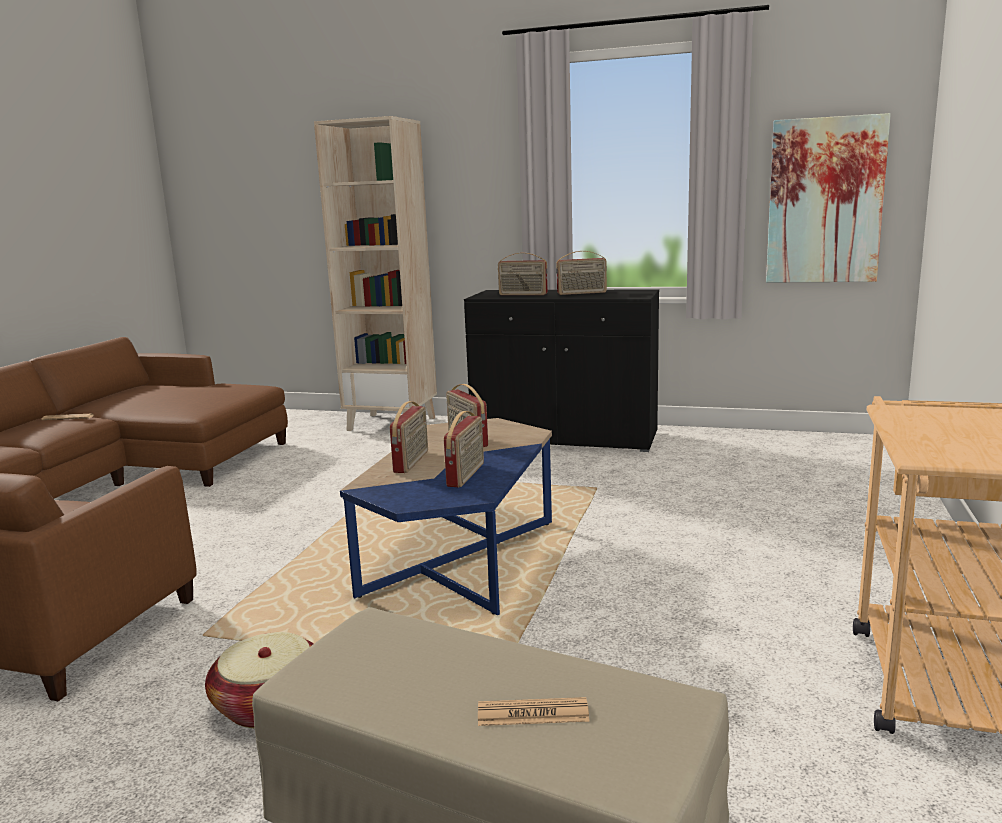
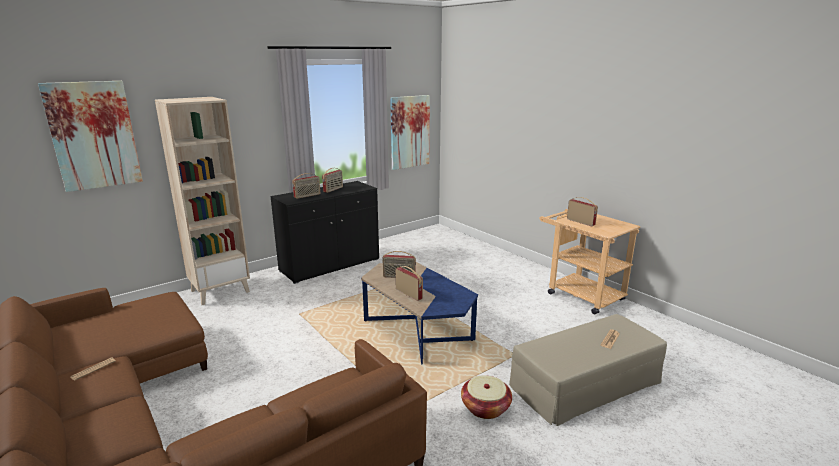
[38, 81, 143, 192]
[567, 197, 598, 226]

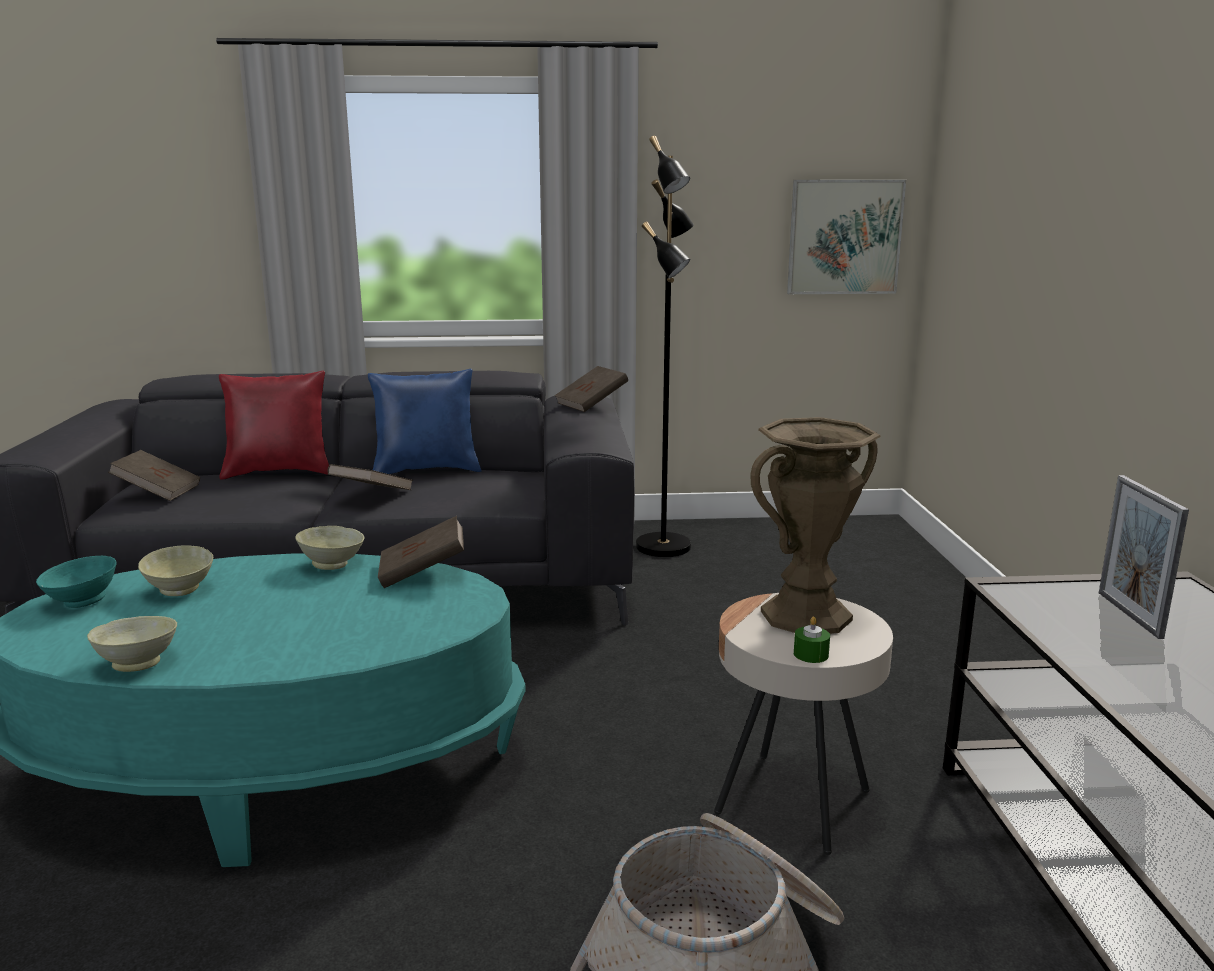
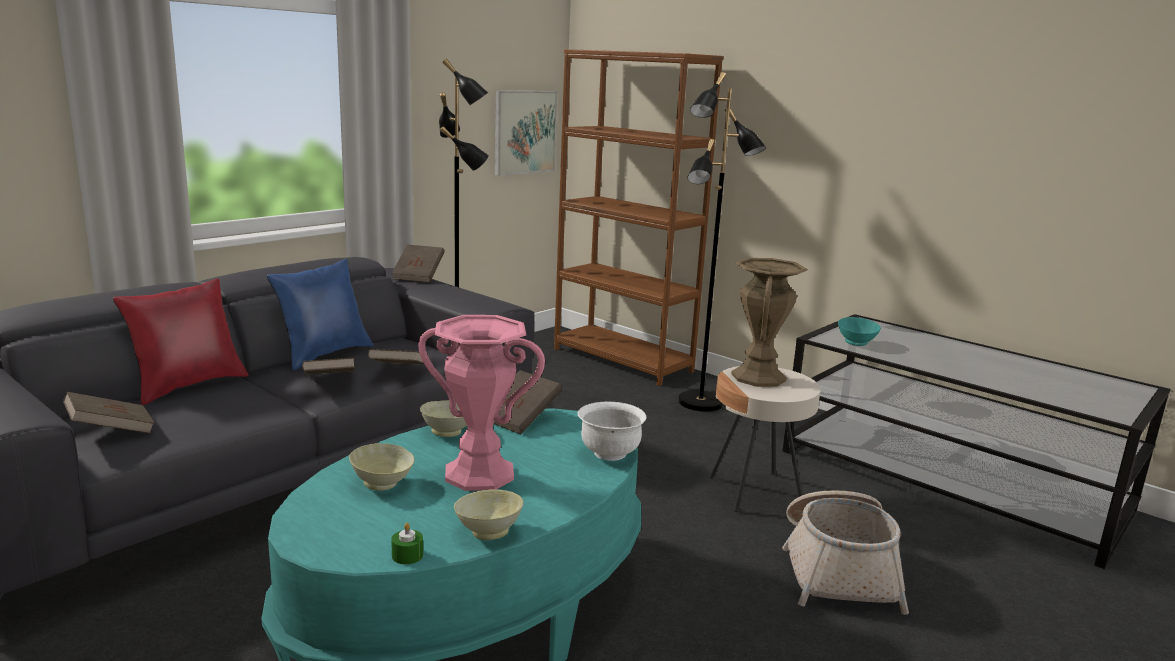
[368, 349, 429, 365]
[391, 523, 423, 564]
[418, 315, 545, 491]
[554, 49, 724, 386]
[577, 401, 647, 461]
[678, 72, 766, 412]
[838, 317, 881, 346]
[1099, 475, 1189, 639] (first image)

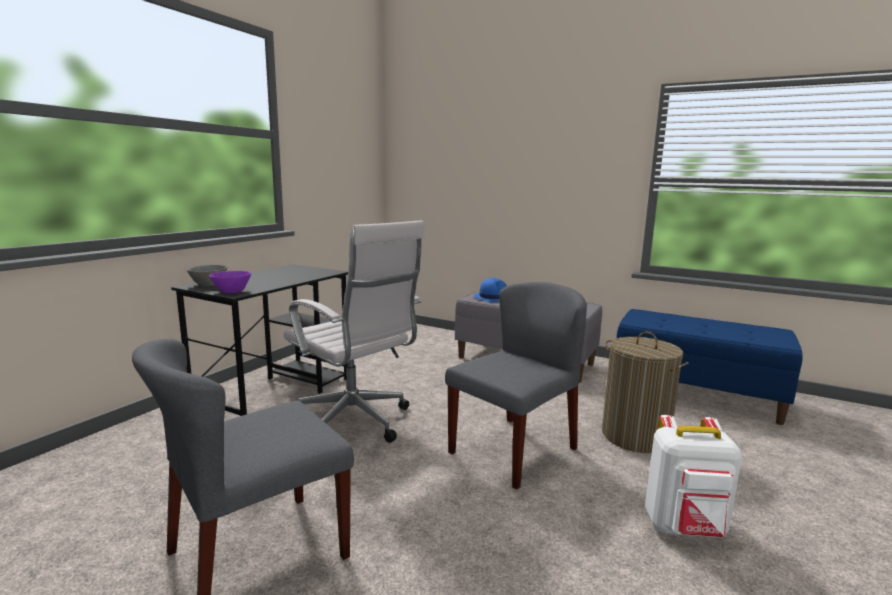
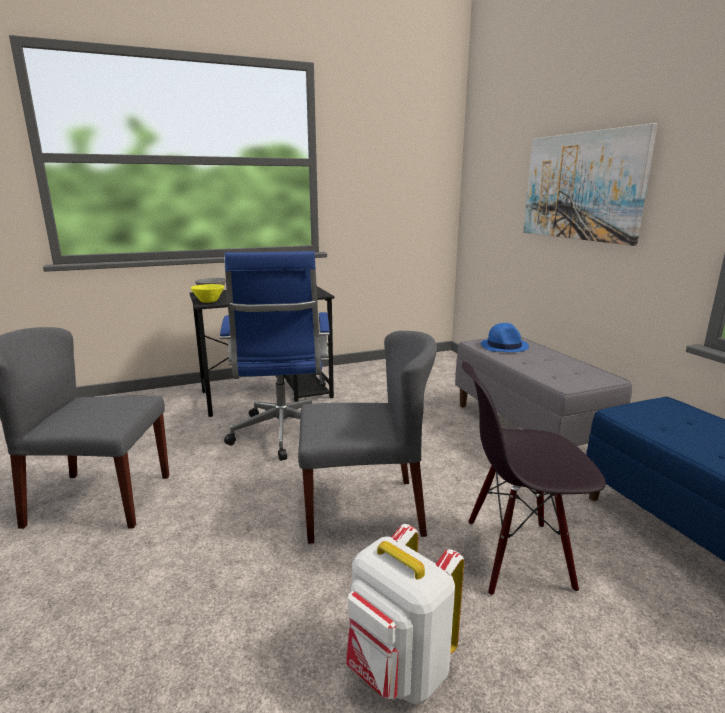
[191, 284, 224, 303]
[220, 251, 330, 461]
[462, 362, 606, 596]
[523, 123, 658, 246]

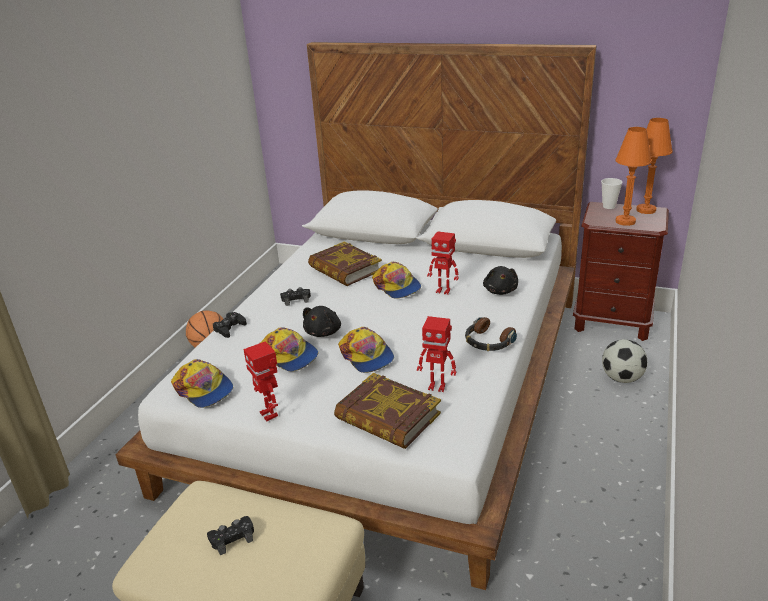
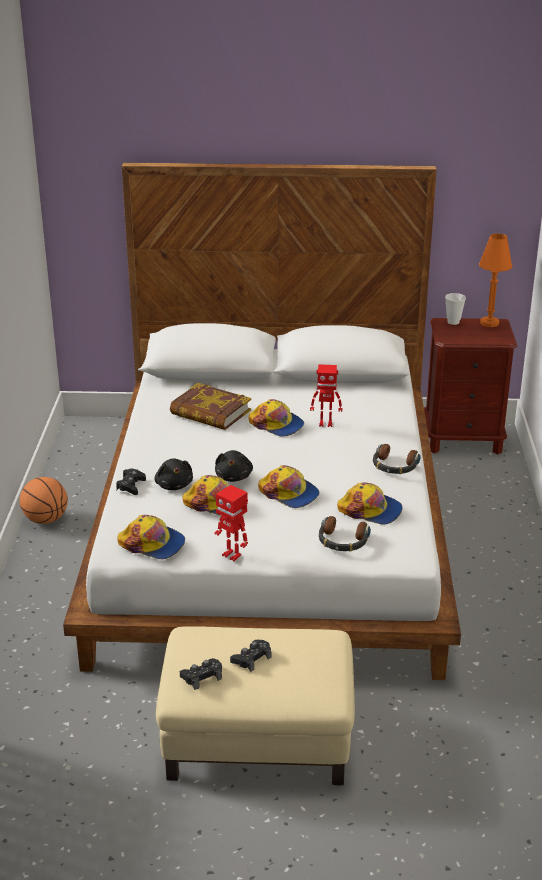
[154, 459, 193, 490]
[180, 658, 222, 690]
[319, 516, 371, 552]
[337, 482, 403, 525]
[602, 339, 647, 383] (first image)
[615, 127, 652, 226] (first image)

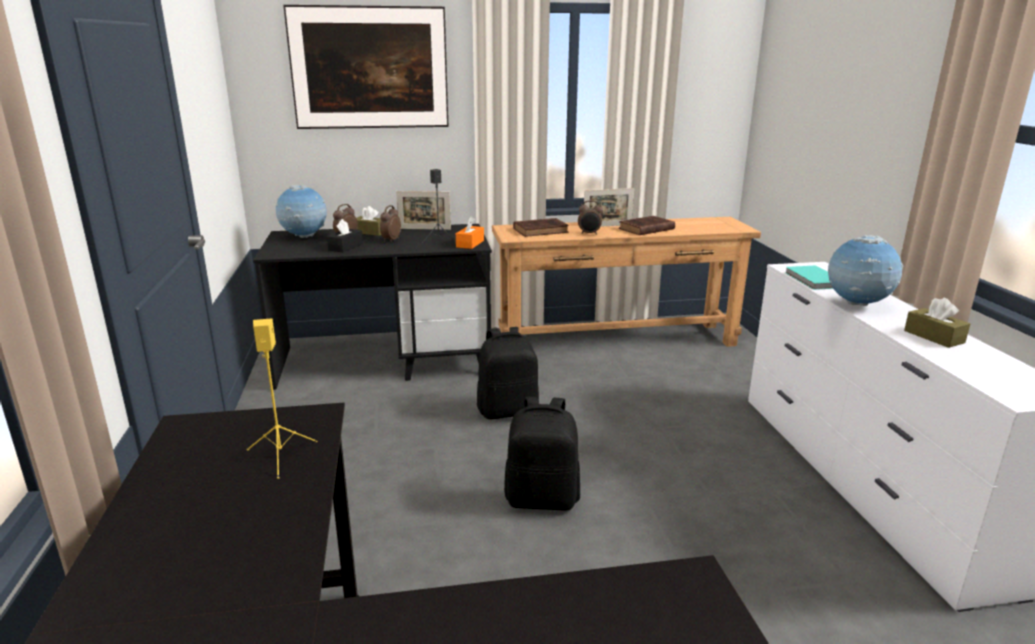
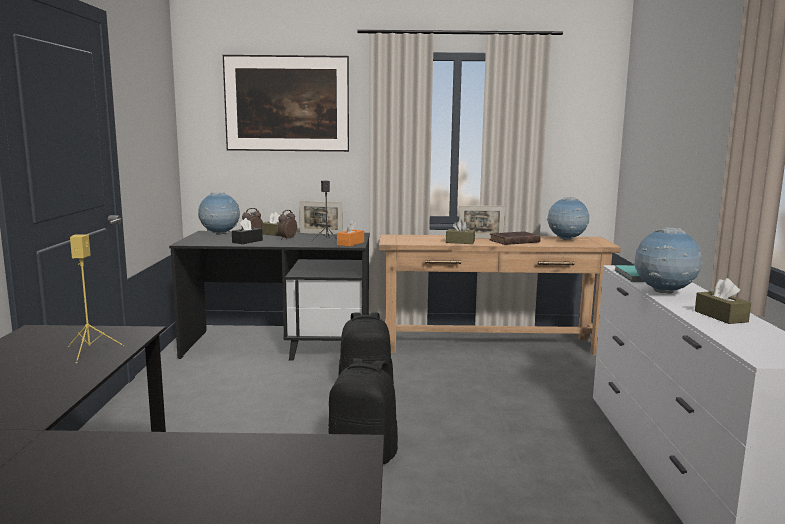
[446, 219, 475, 244]
[547, 197, 589, 240]
[513, 218, 569, 237] (first image)

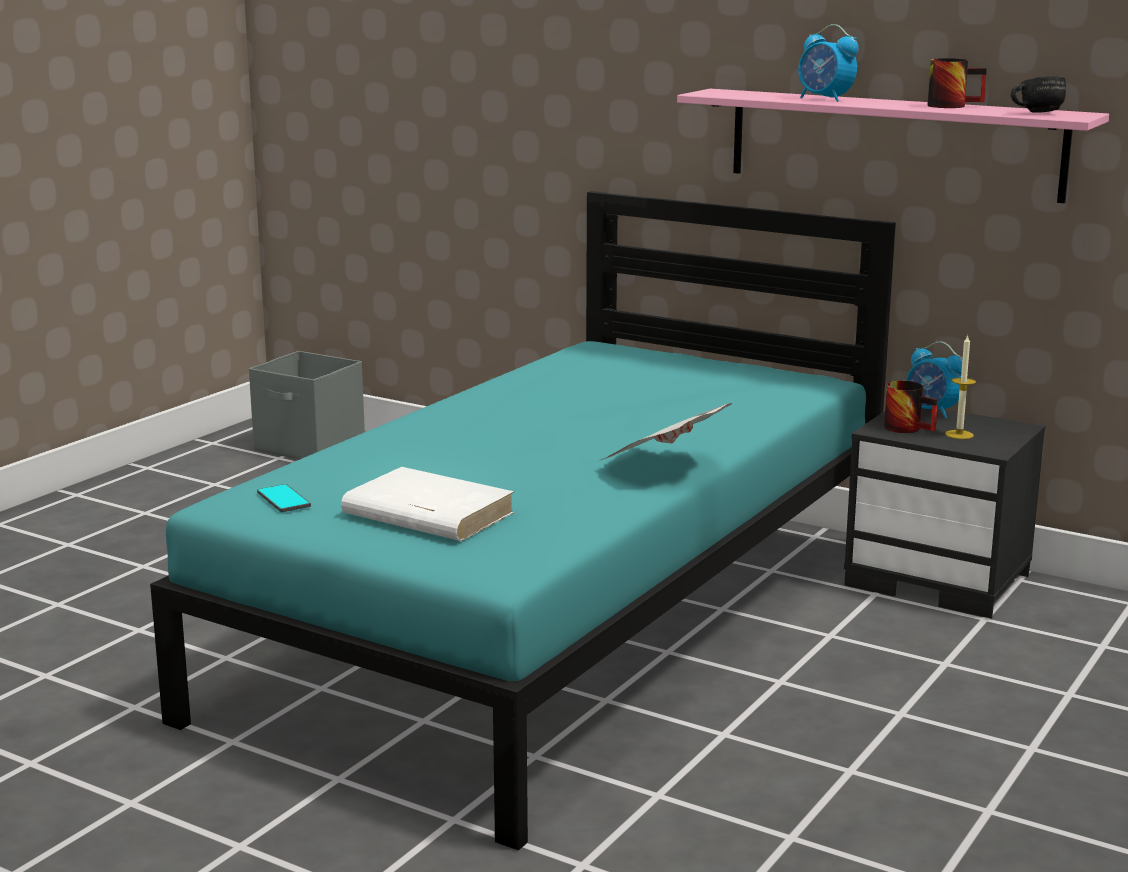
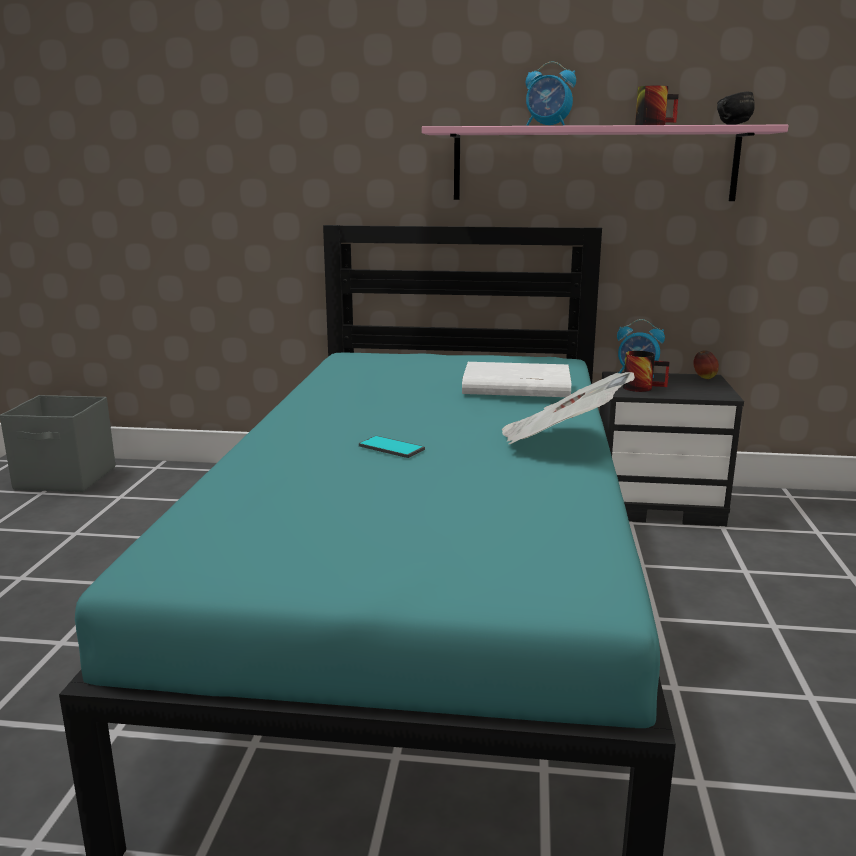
[359, 436, 425, 458]
[462, 362, 571, 397]
[693, 351, 719, 379]
[945, 335, 976, 439] (first image)

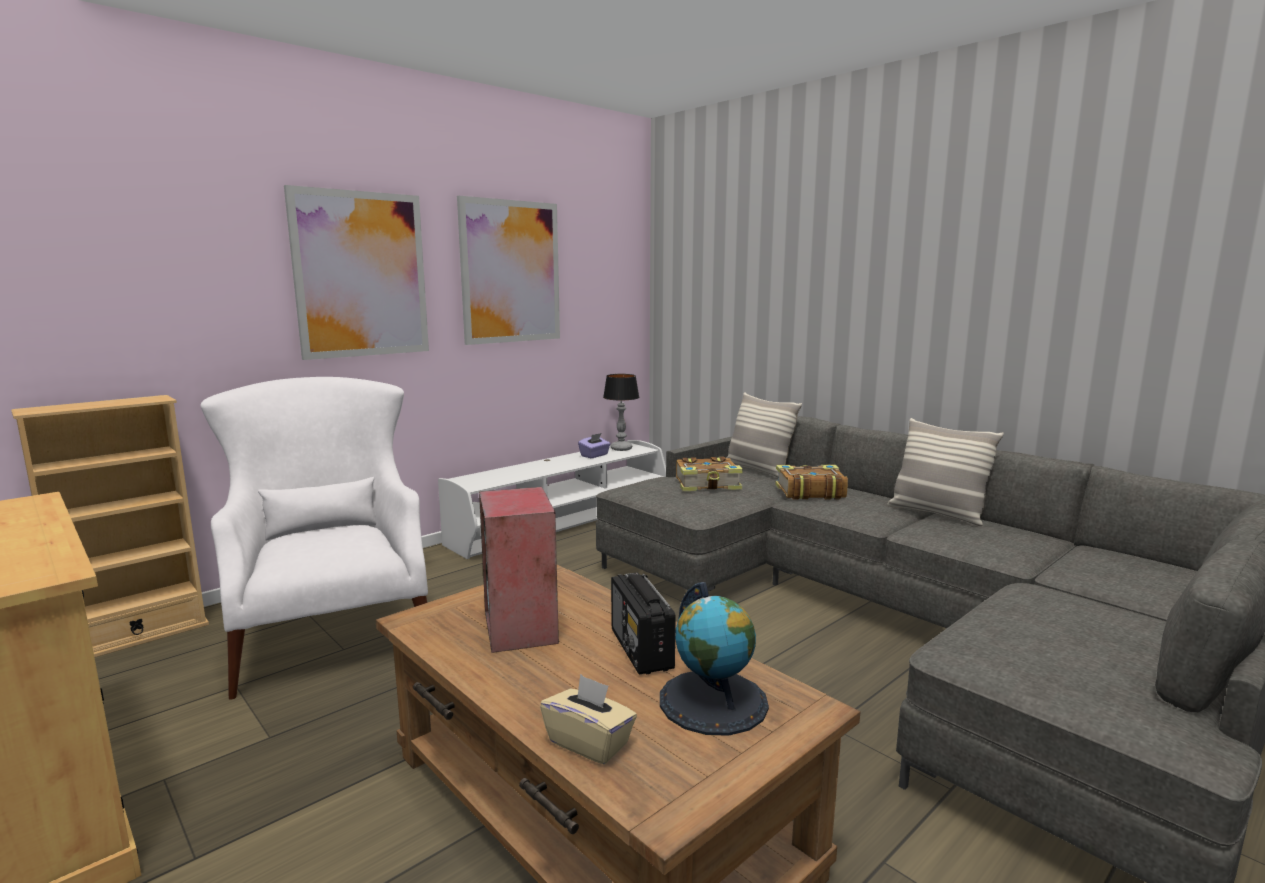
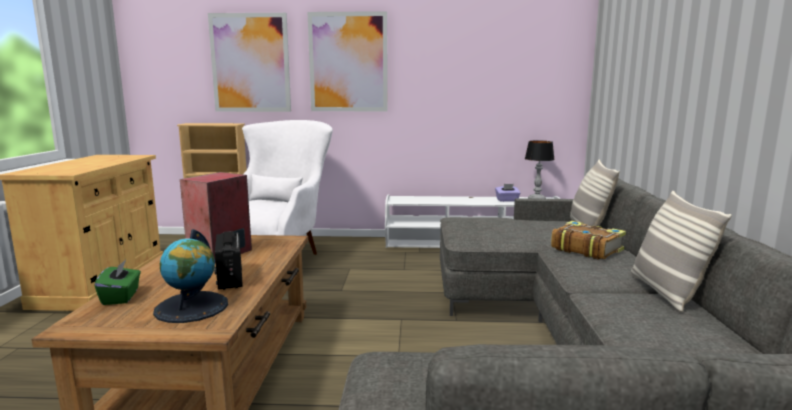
[94, 260, 141, 305]
[208, 13, 291, 112]
[214, 231, 243, 290]
[676, 457, 743, 491] (first image)

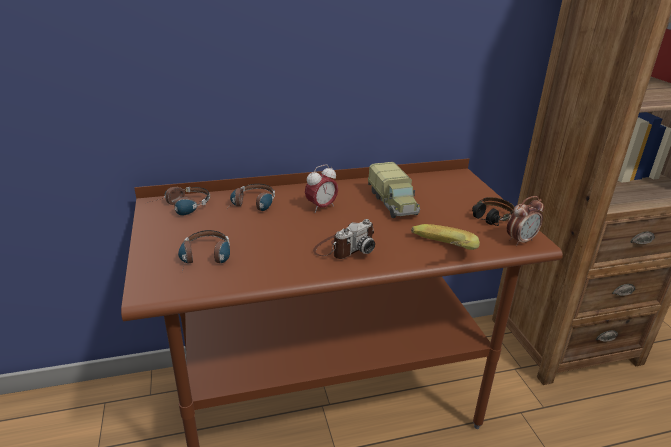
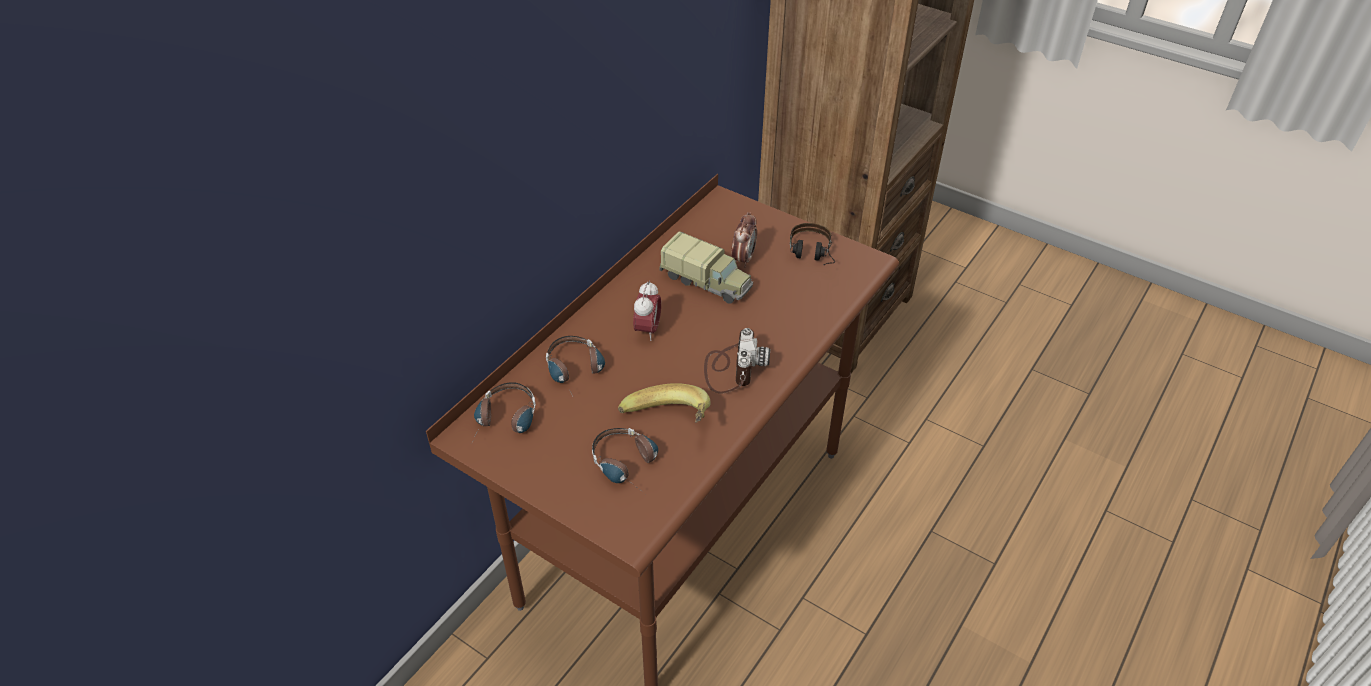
[618, 383, 711, 423]
[732, 212, 757, 268]

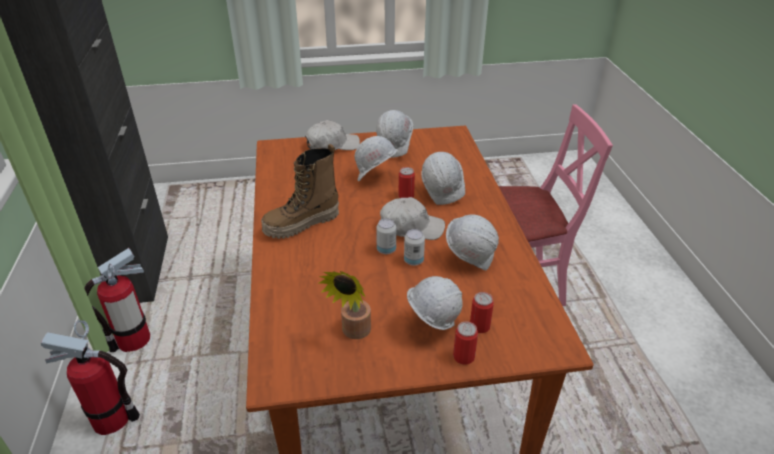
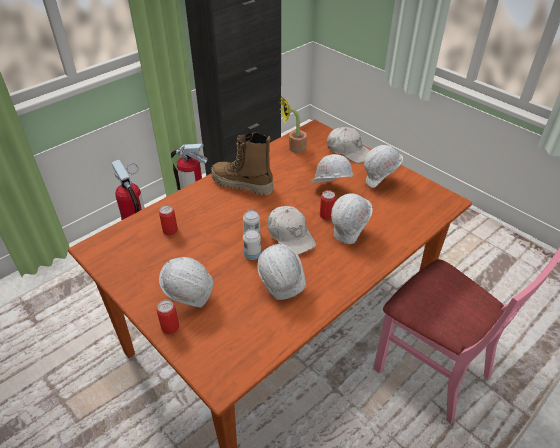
[159, 205, 178, 235]
[279, 97, 307, 153]

